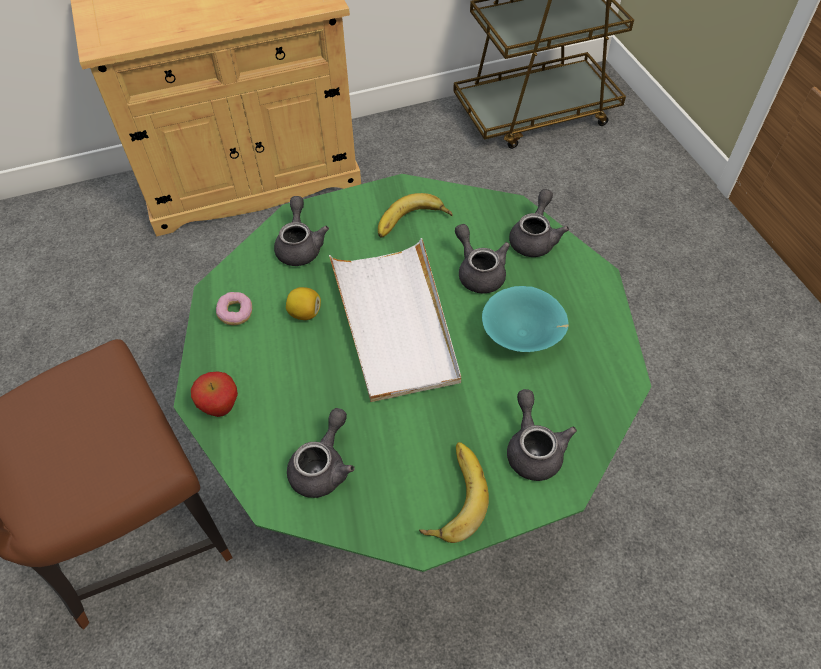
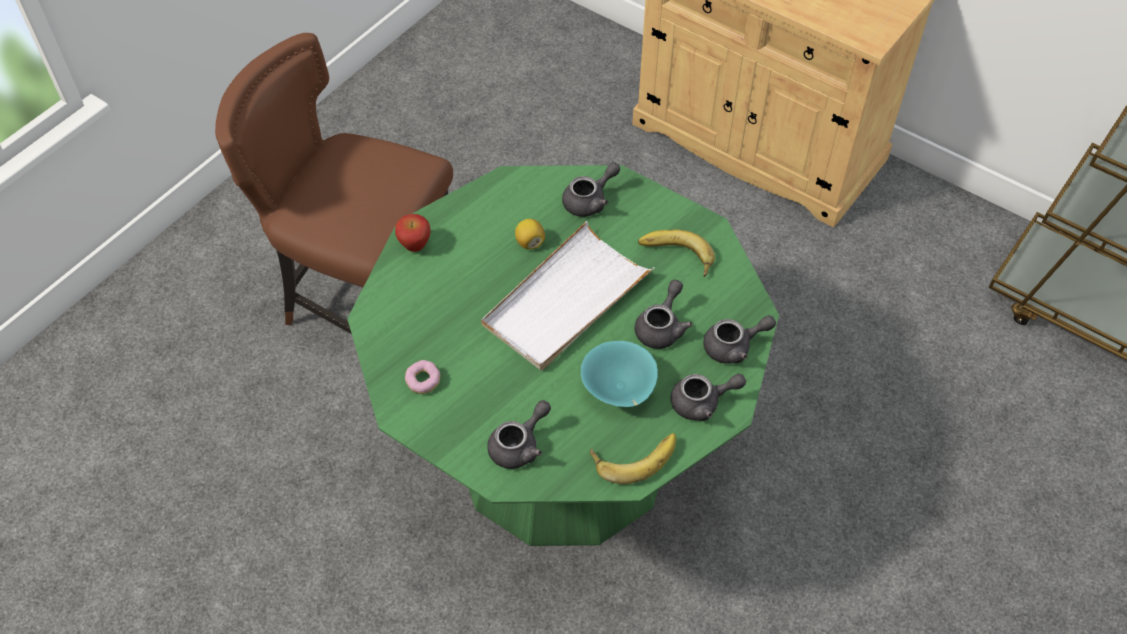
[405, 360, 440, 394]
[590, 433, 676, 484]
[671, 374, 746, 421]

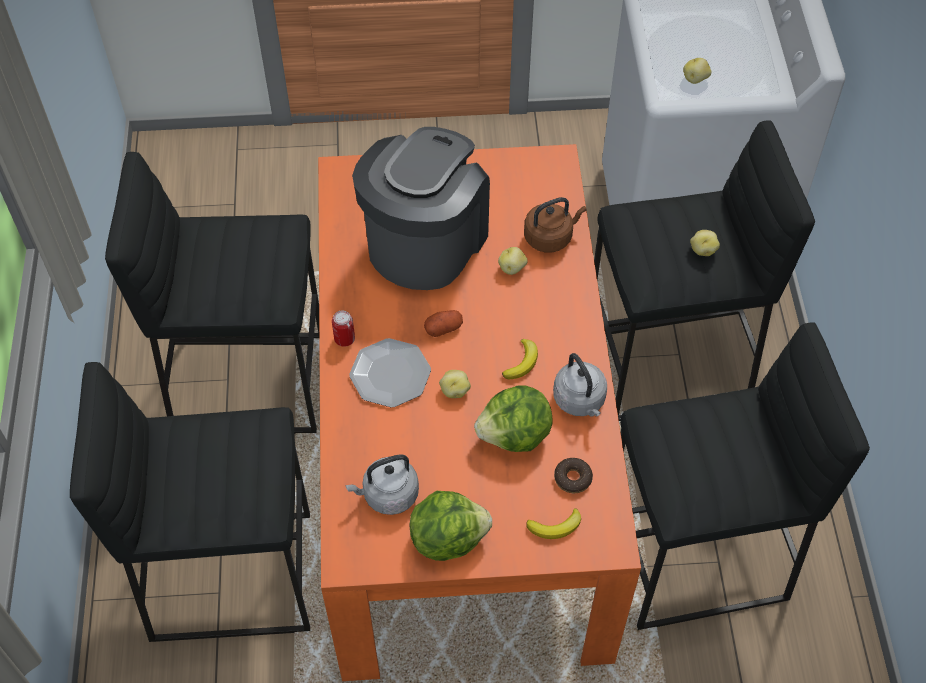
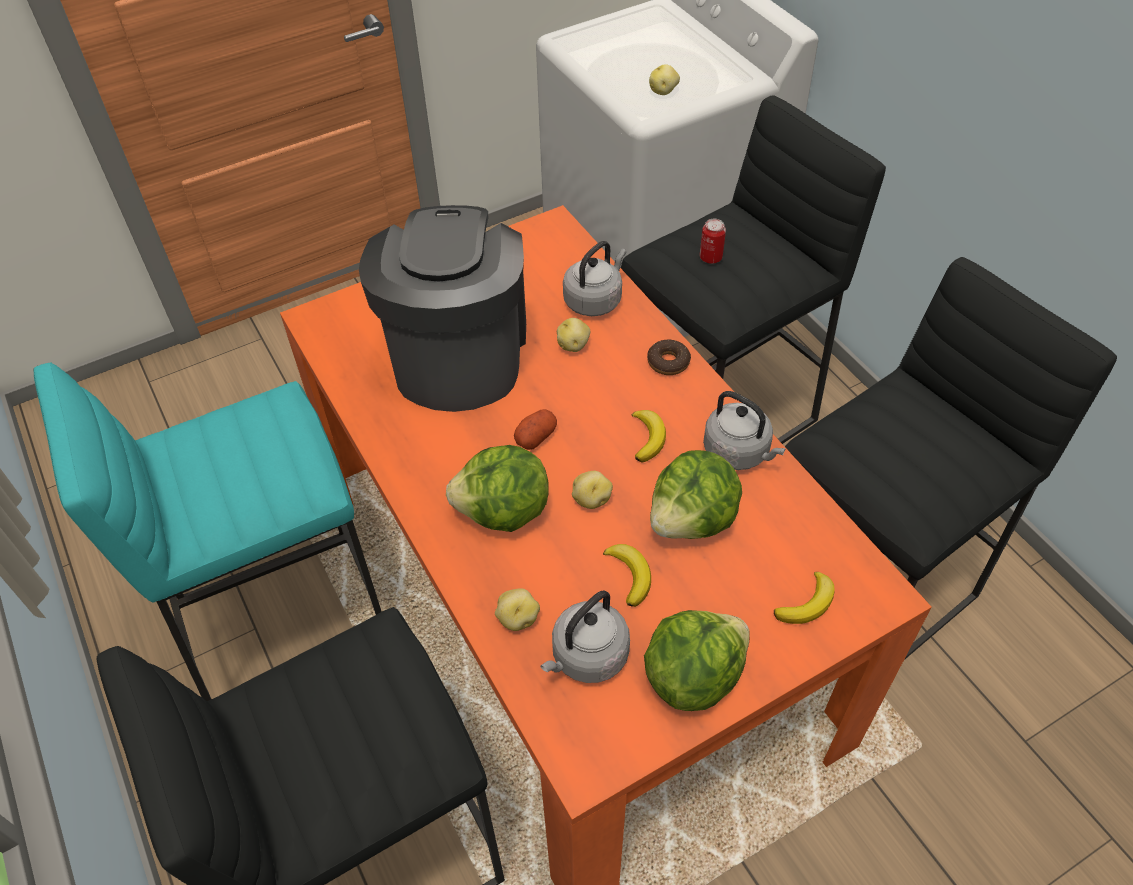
[34, 362, 382, 701]
[446, 445, 549, 532]
[495, 588, 540, 631]
[563, 241, 626, 316]
[603, 544, 651, 607]
[647, 340, 691, 375]
[699, 219, 726, 264]

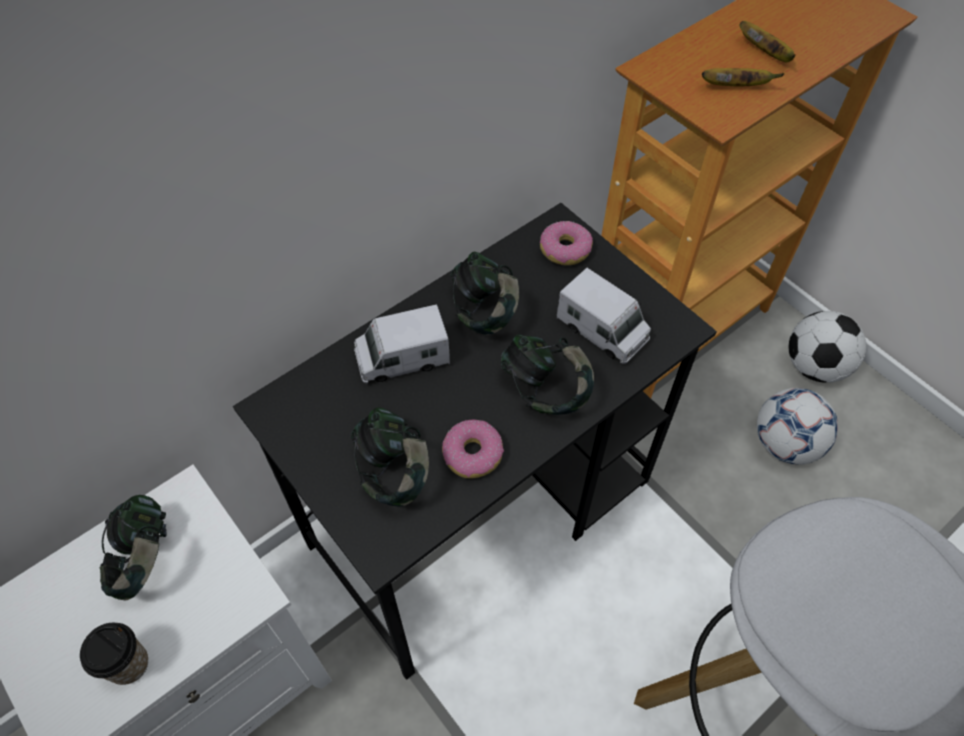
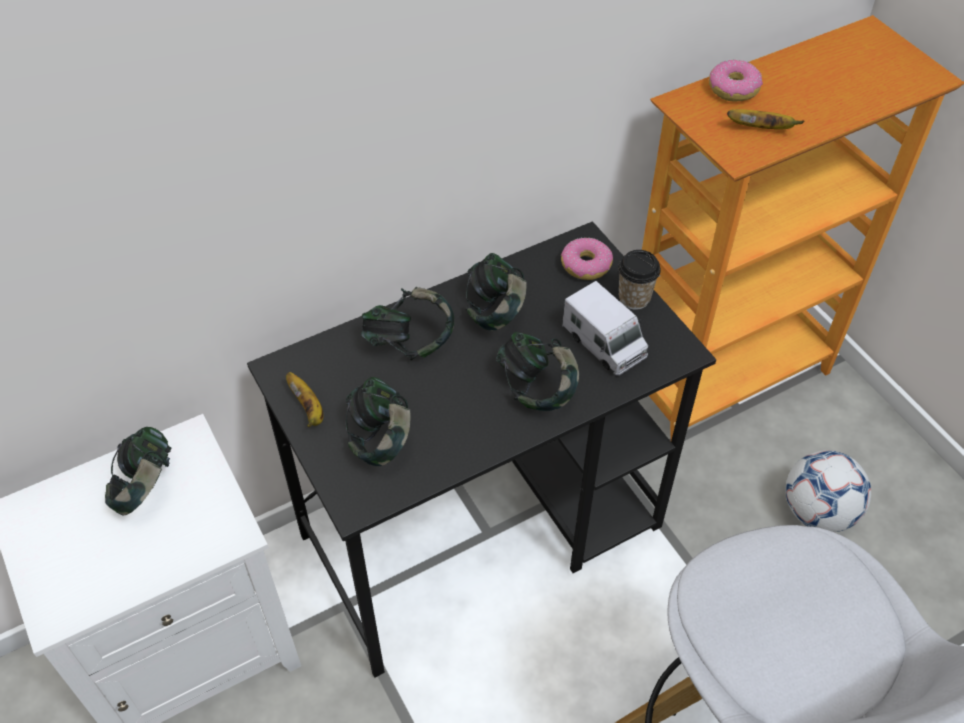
[286, 372, 324, 427]
[361, 287, 454, 360]
[618, 250, 661, 310]
[709, 60, 763, 102]
[789, 311, 866, 383] (first image)

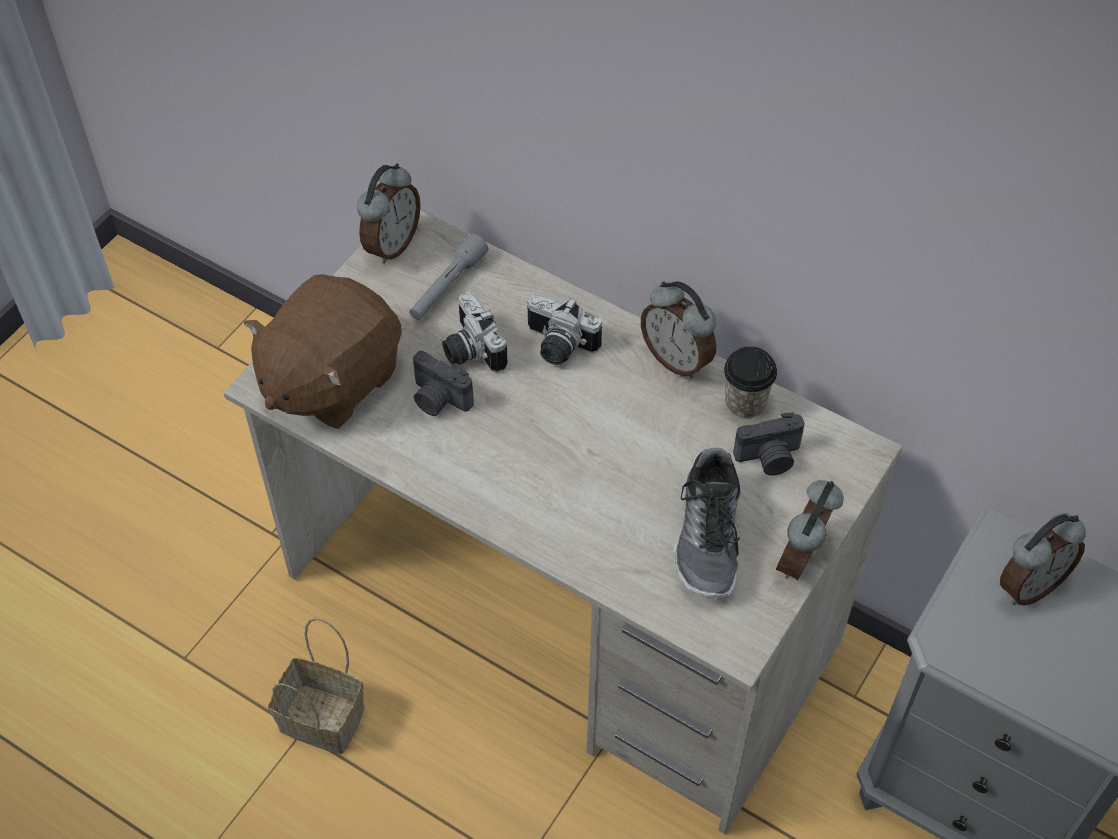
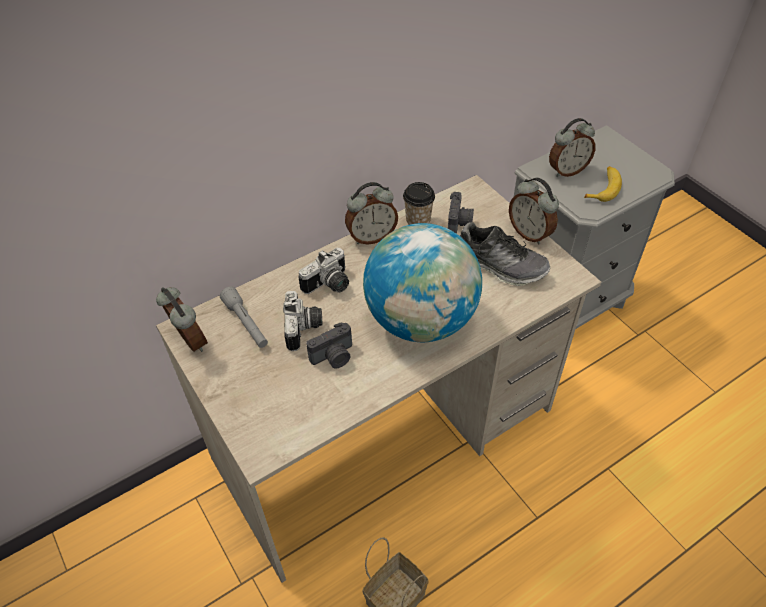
[283, 291, 322, 351]
[363, 223, 482, 342]
[549, 118, 596, 177]
[584, 166, 622, 202]
[244, 274, 402, 429] (first image)

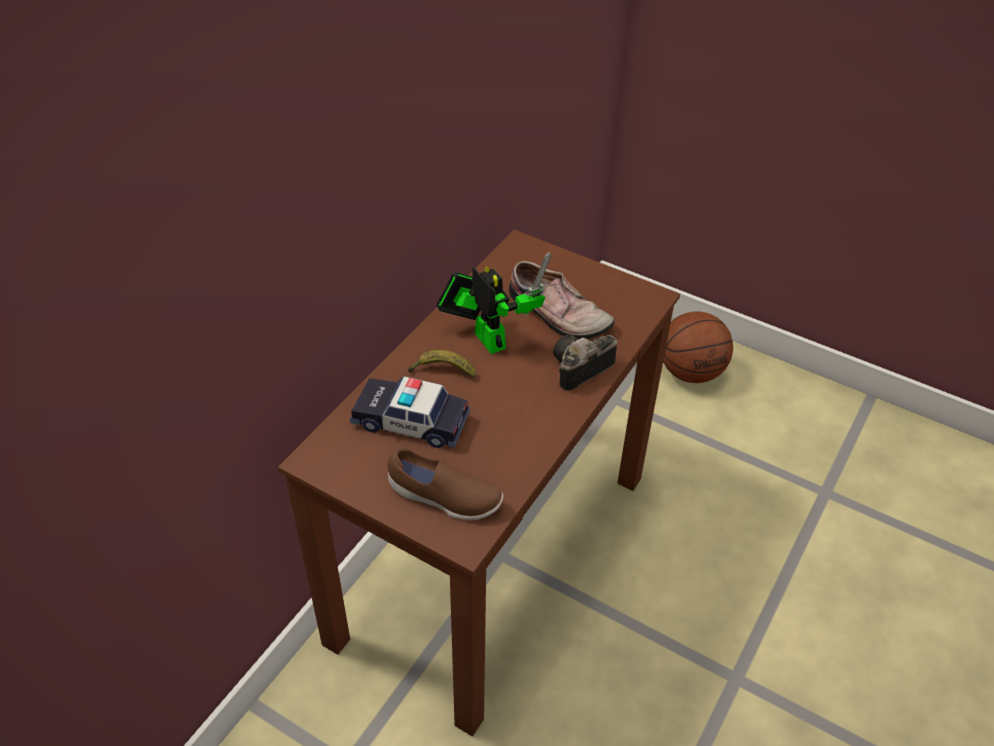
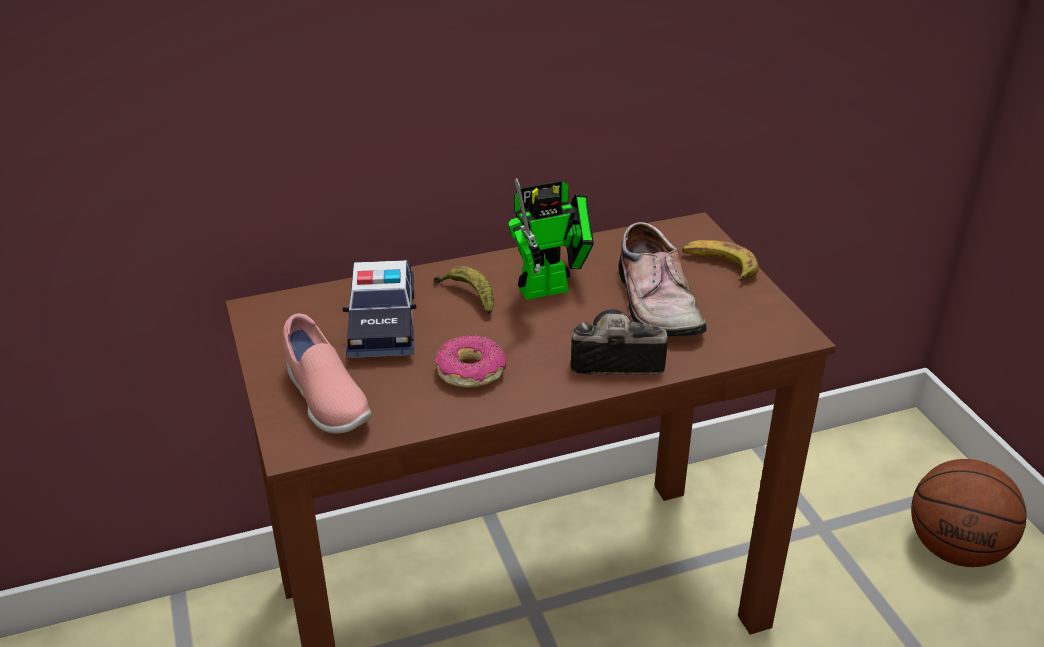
[283, 313, 371, 433]
[343, 260, 417, 358]
[436, 335, 506, 388]
[508, 178, 594, 300]
[682, 240, 759, 281]

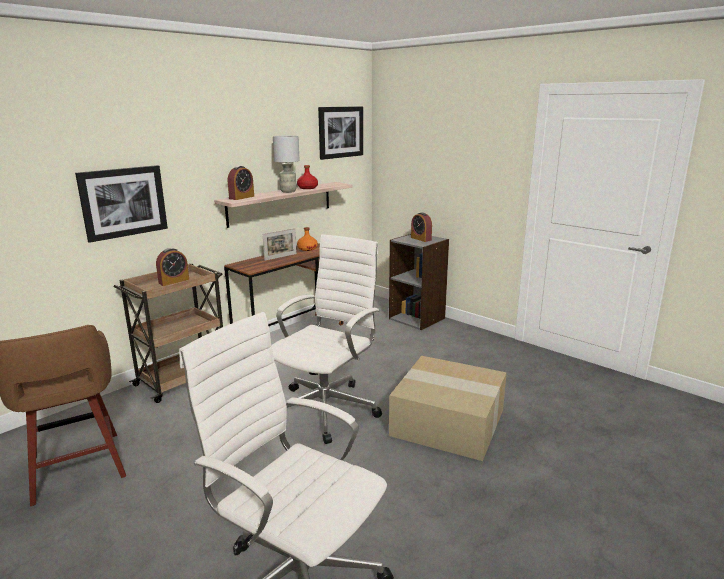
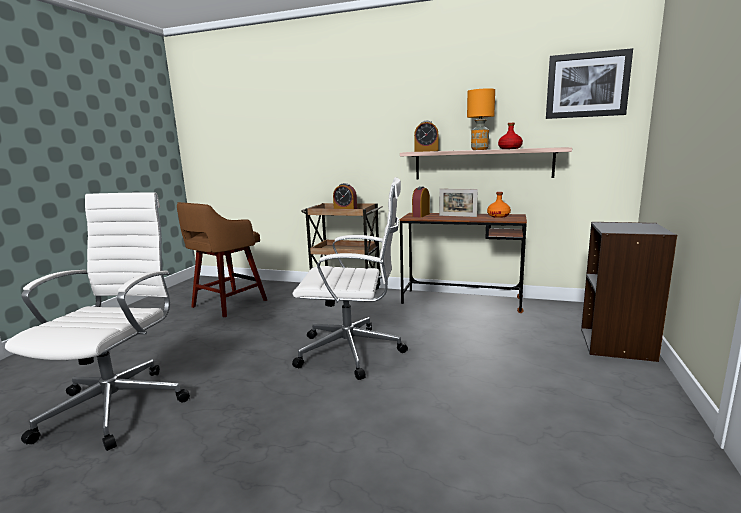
[412, 186, 430, 217]
[467, 88, 495, 150]
[75, 165, 168, 243] (first image)
[389, 356, 507, 461] (first image)

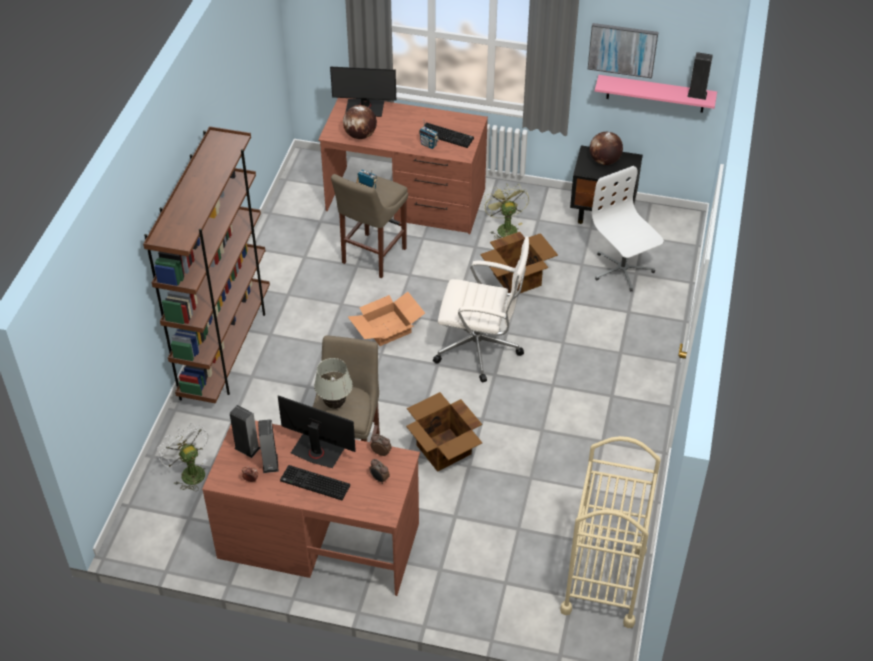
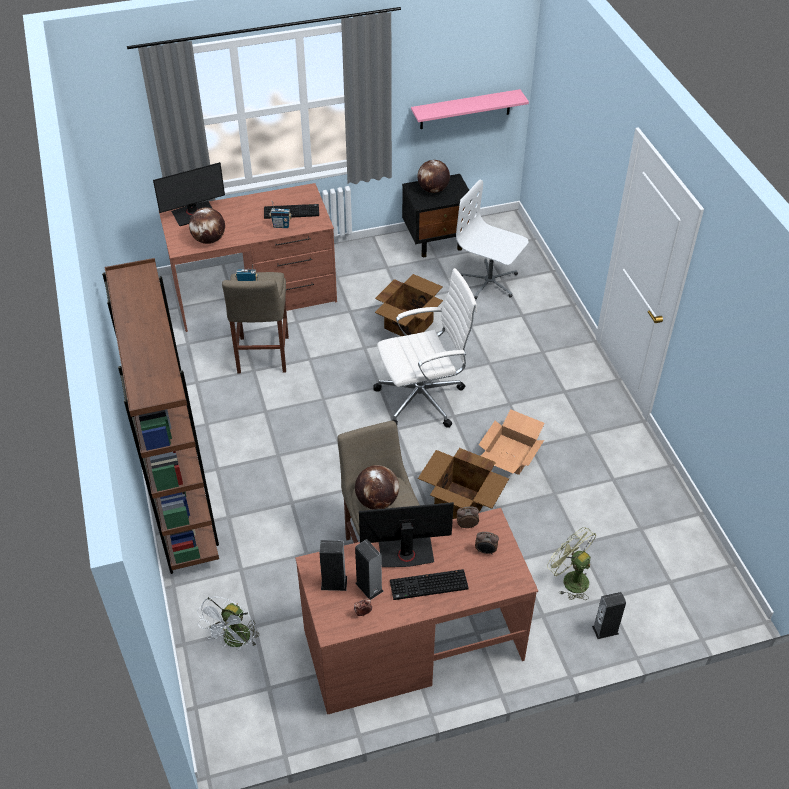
[197, 596, 260, 649]
[355, 465, 399, 510]
[479, 409, 545, 475]
[547, 527, 596, 600]
[592, 592, 626, 639]
[560, 436, 661, 628] (first image)
[588, 23, 659, 79] (first image)

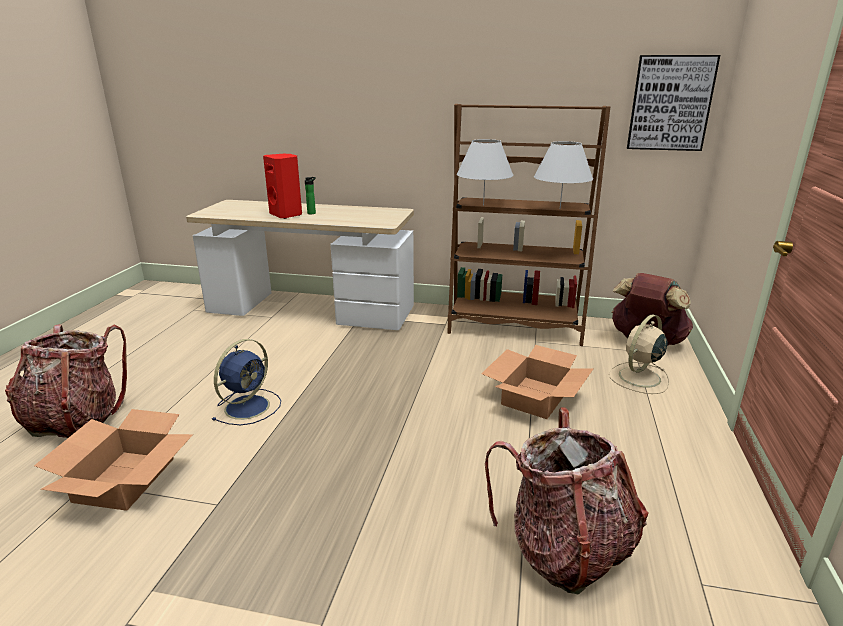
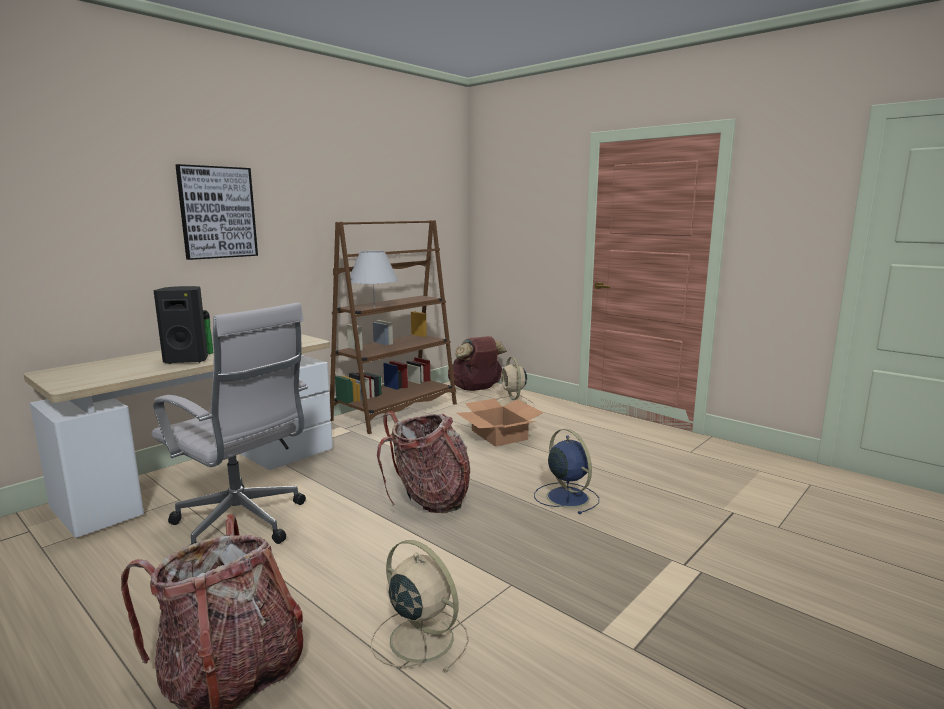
[152, 302, 308, 546]
[153, 286, 208, 364]
[175, 164, 258, 260]
[371, 540, 469, 673]
[377, 411, 470, 513]
[534, 429, 599, 514]
[534, 141, 593, 209] (first image)

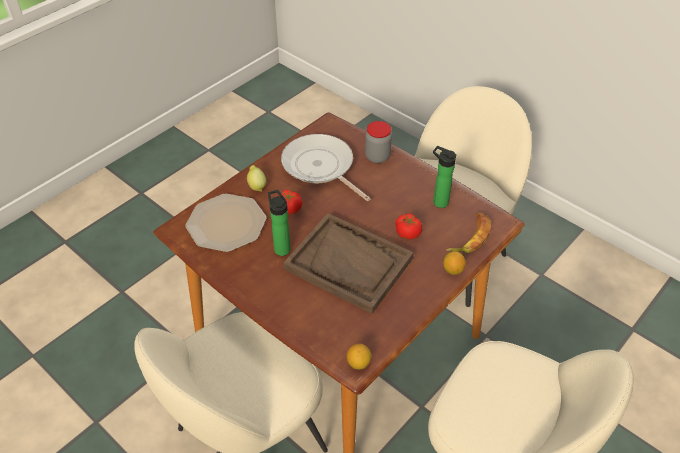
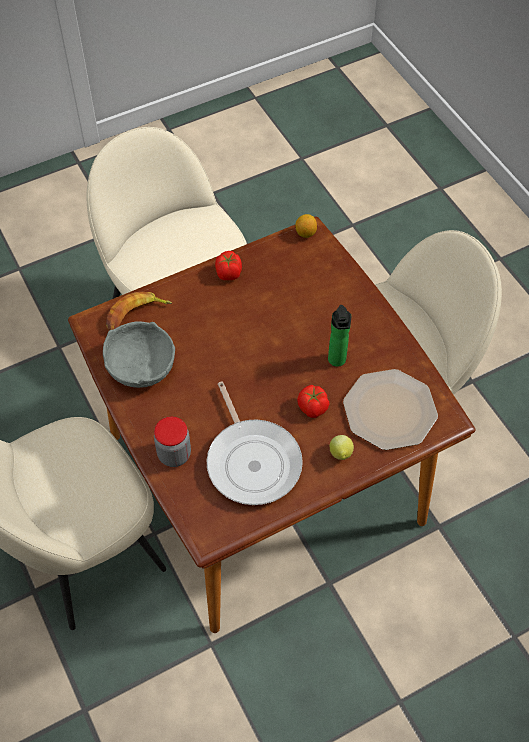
[103, 321, 175, 388]
[215, 251, 242, 280]
[283, 213, 413, 314] (first image)
[443, 251, 466, 275] (first image)

